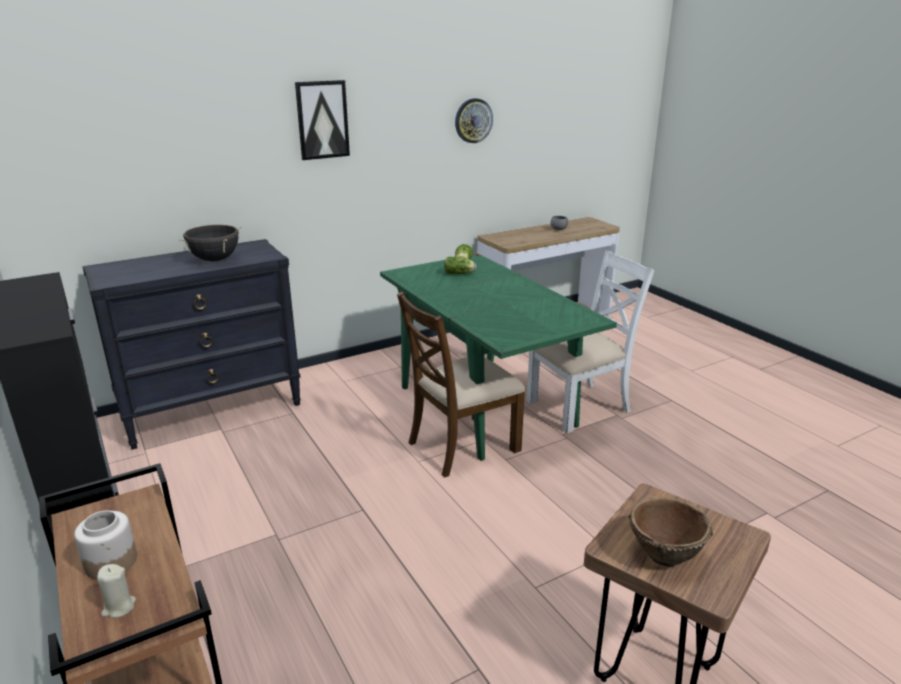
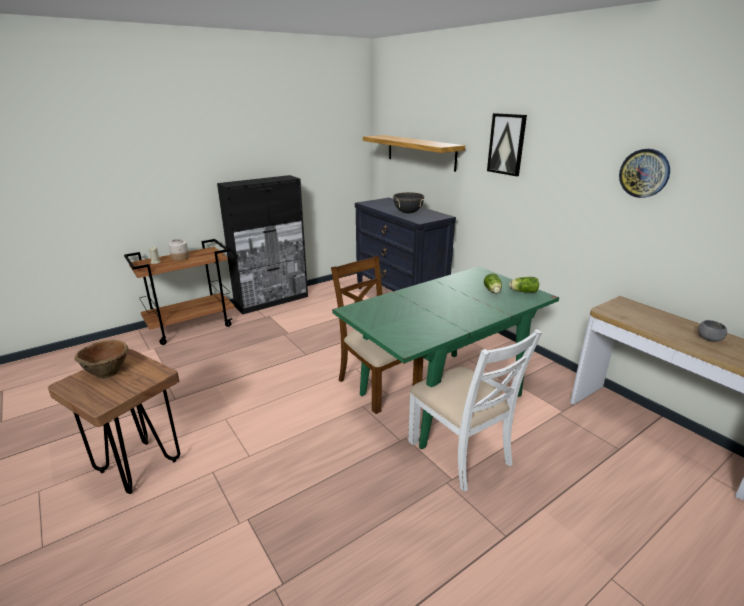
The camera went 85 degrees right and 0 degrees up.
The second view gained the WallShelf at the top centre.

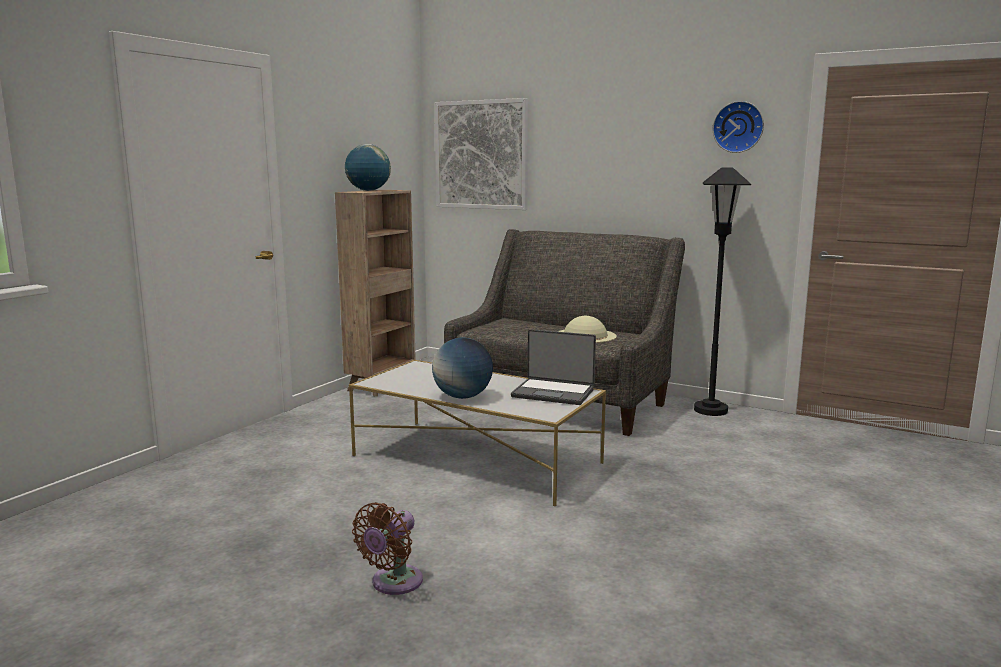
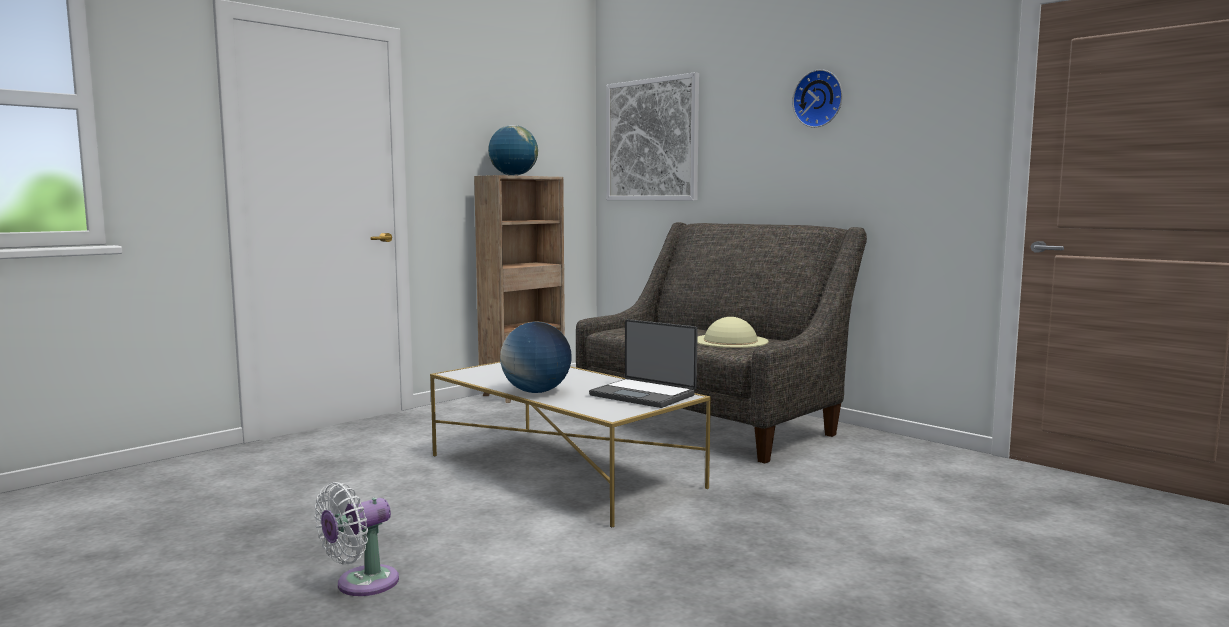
The camera went 15 degrees right and 5 degrees down.
The second view lost the BlackStandardLamp at the middle right.
The WallClock ended up elsewhere, having gone from the top right to the top centre.
What was the BrownElectricFan at the bottom centre turned into the WhiteColouredElectricFan at the bottom left.

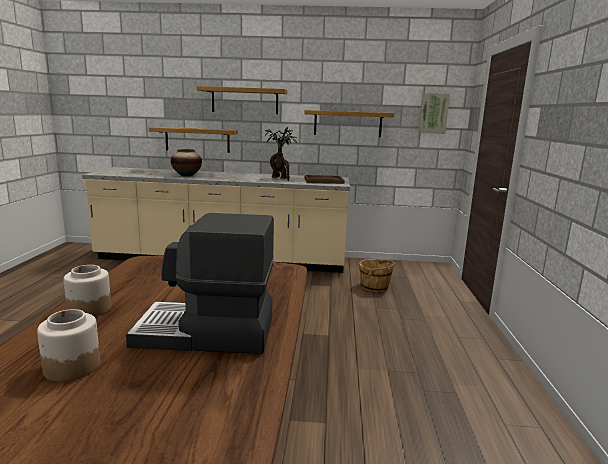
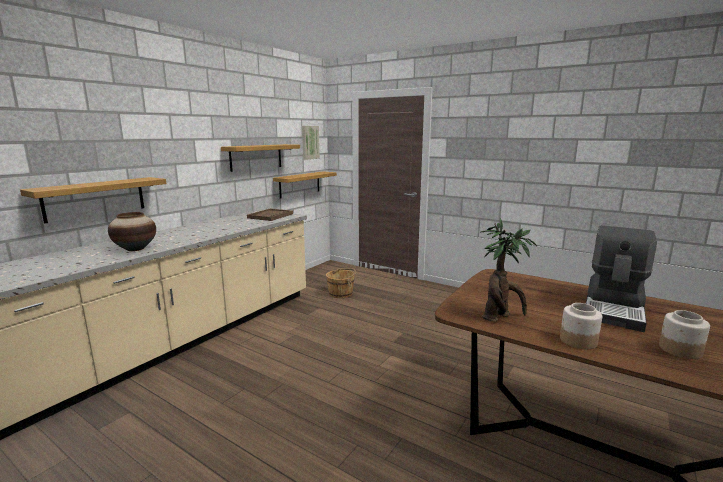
The camera went 60 degrees left and 0 degrees up.
The WallShelf (2nd from left in the first image) ended up elsewhere, having gone from the top centre to the centre.
The PlantInAPot ended up elsewhere, having gone from the top centre to the middle right.

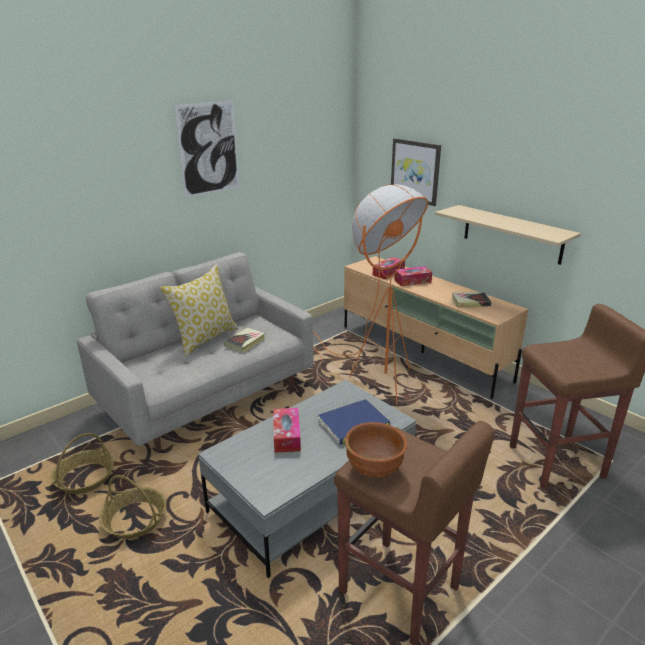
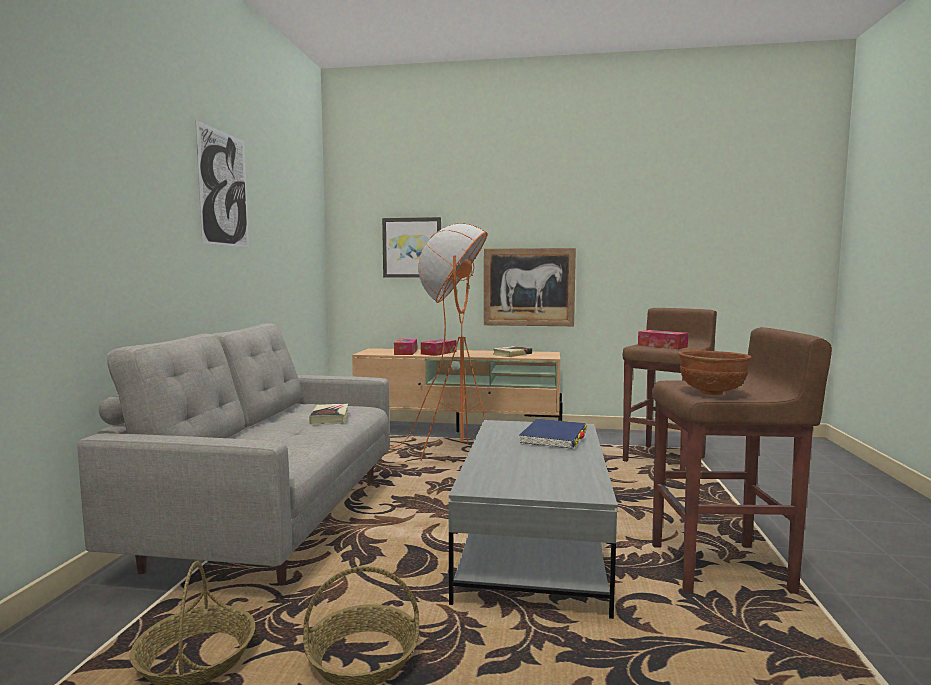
The camera went 40 degrees left and 20 degrees down.
The second view lost the ThrowPillow at the middle left.
The TissueHolder (1st from left in the first image) ended up elsewhere, having gone from the bottom centre to the middle right.
Where the BeigeWallShelf hung at the middle right, the WallArt (3rd from left) came to hang at the centre.

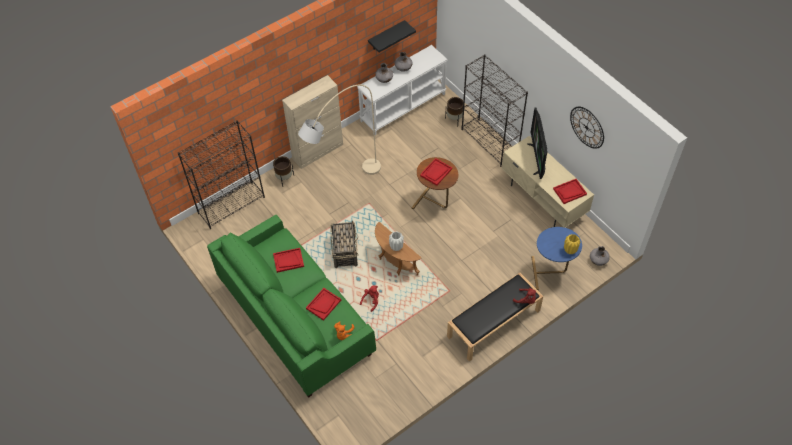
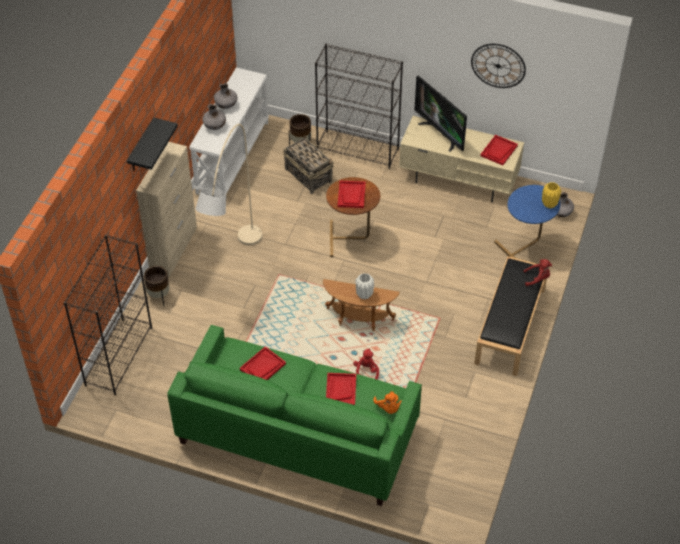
The camera went 35 degrees left and 5 degrees down.
The StorageBasket ended up elsewhere, having gone from the centre to the top centre.
The BlackWallShelf ended up elsewhere, having gone from the top centre to the top left.

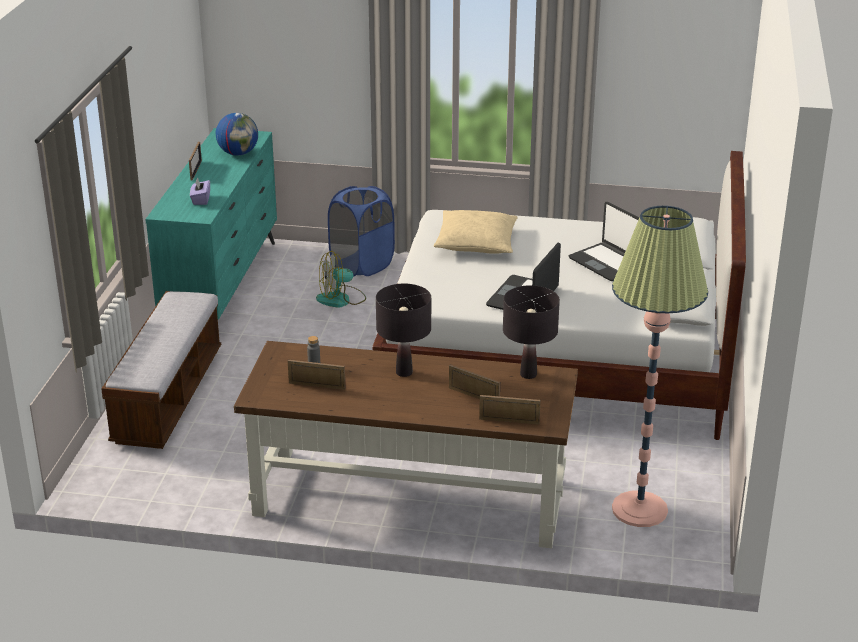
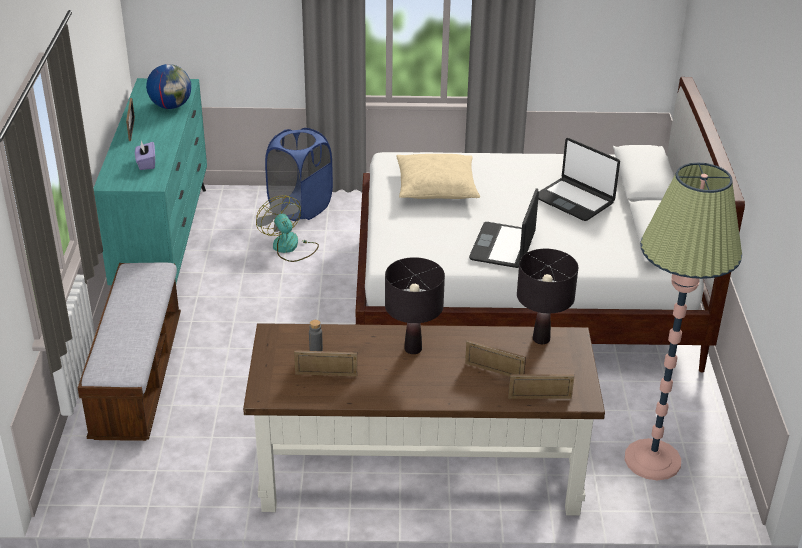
The camera went 10 degrees left and 5 degrees up.
The ElectricFan at the centre ended up facing another way, 90 degrees clockwise from before.

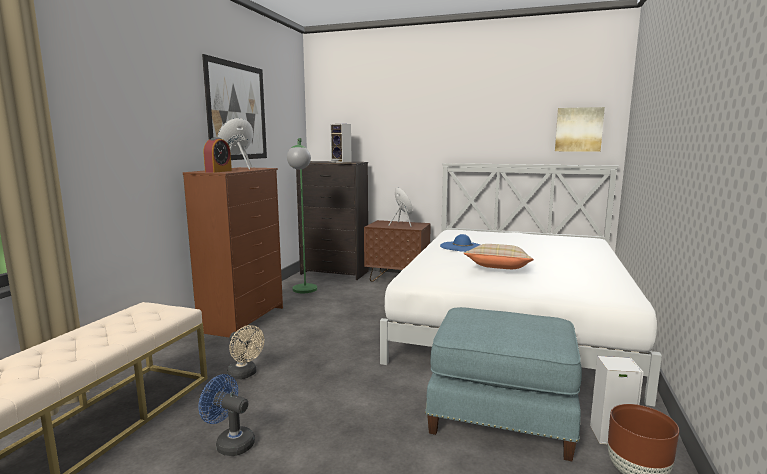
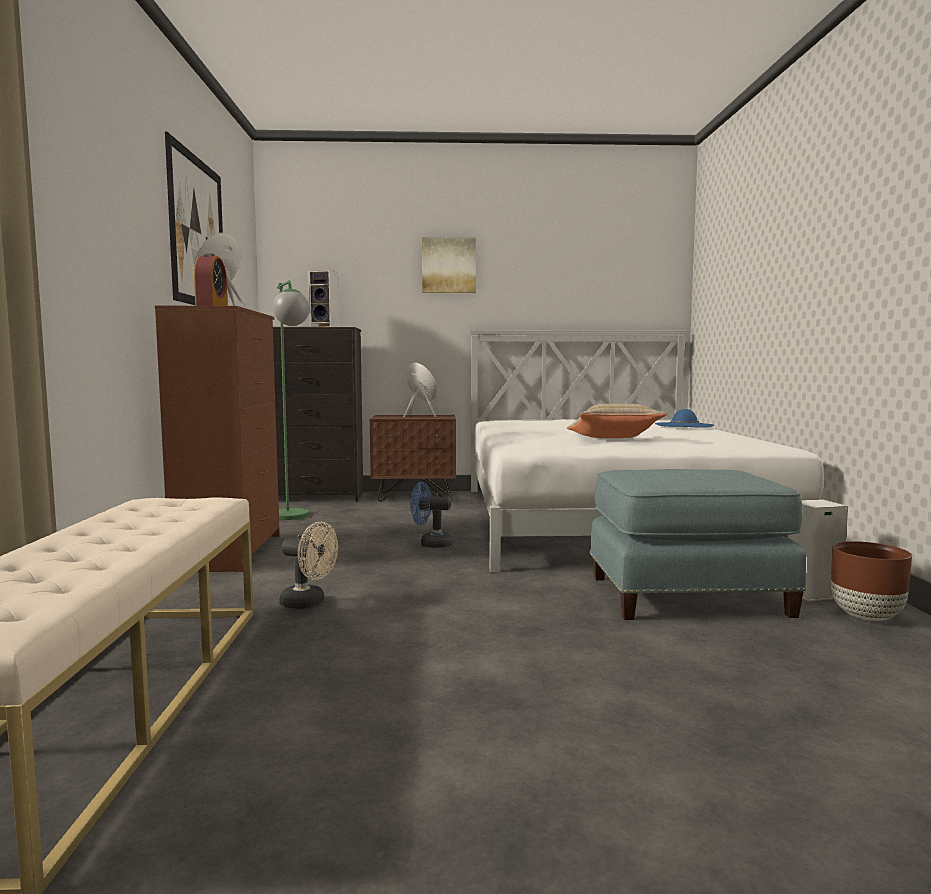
The camera went 20 degrees left and 5 degrees down.
The BlueElectricFan ended up elsewhere, having gone from the bottom left to the centre.
The BlueHat ended up elsewhere, having gone from the centre to the middle right.
The WallArt (2nd from left) ended up elsewhere, having gone from the top right to the top centre.

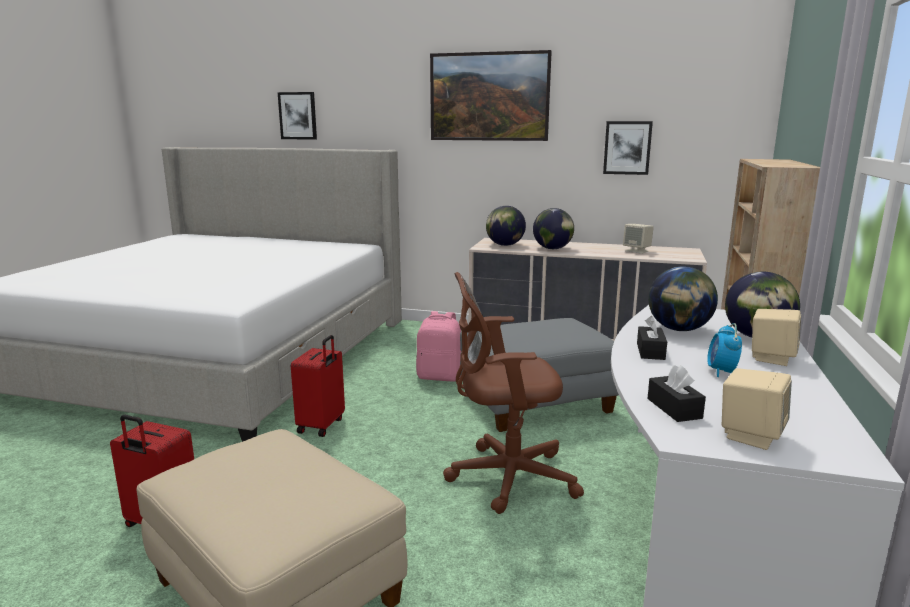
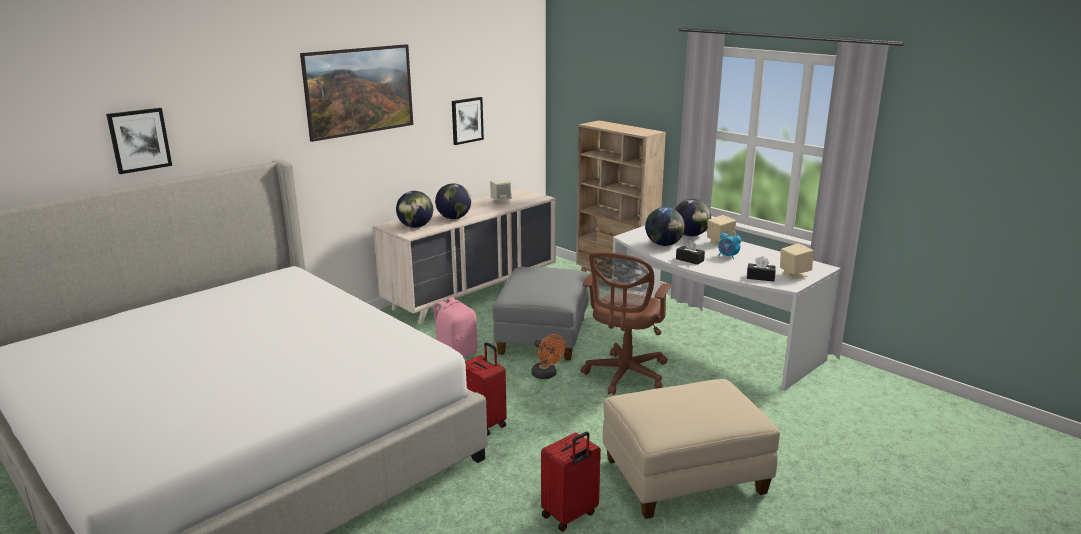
The camera went 60 degrees left and 5 degrees up.
The second view gained the OrangeColouredElectricFan at the bottom centre.

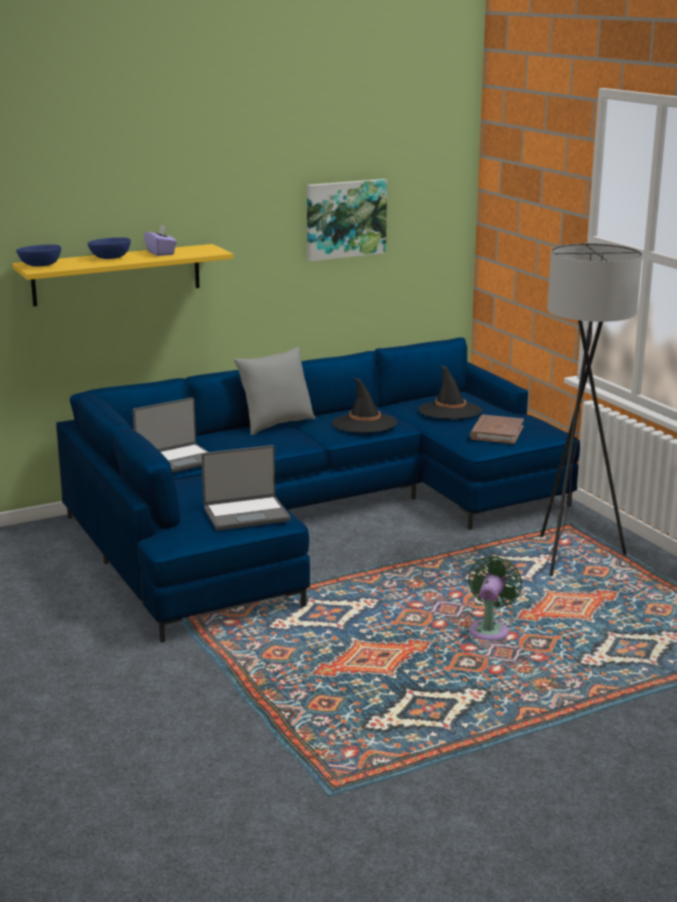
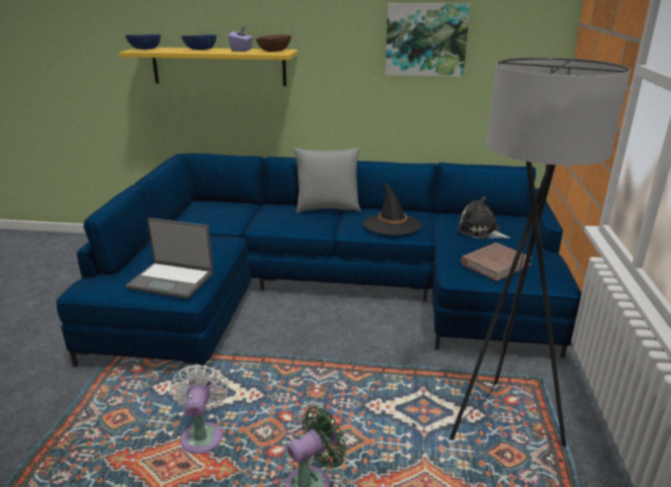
The camera went 35 degrees right and 5 degrees up.
The second view lost the NotebookComputer (1st from left) at the middle left.
The second view gained the WhiteColouredElectricFan at the bottom left.
The second view gained the BrownServingBowl at the top centre.
Where the BlackHat (2nd from left) stood at the centre, the CuddlyToy came to stand at the middle right.

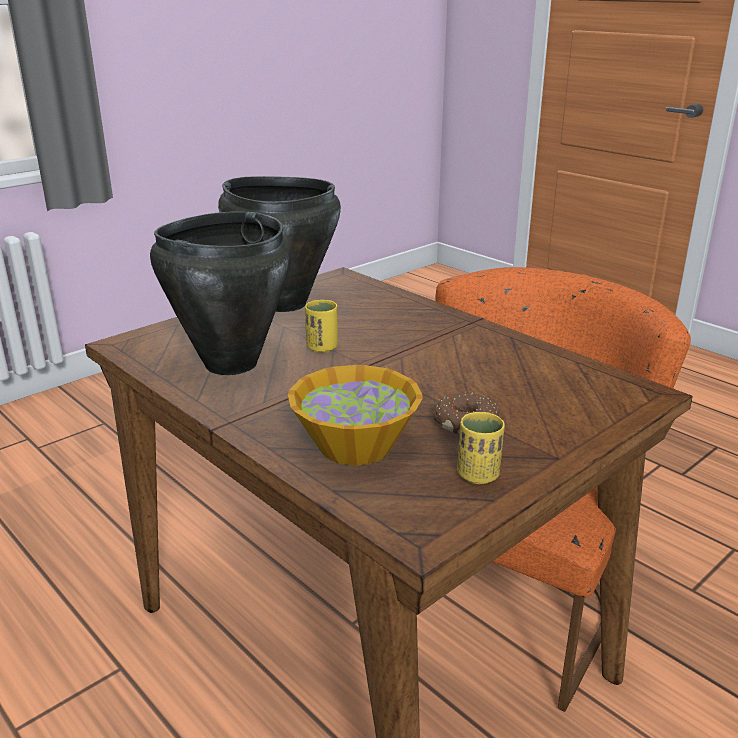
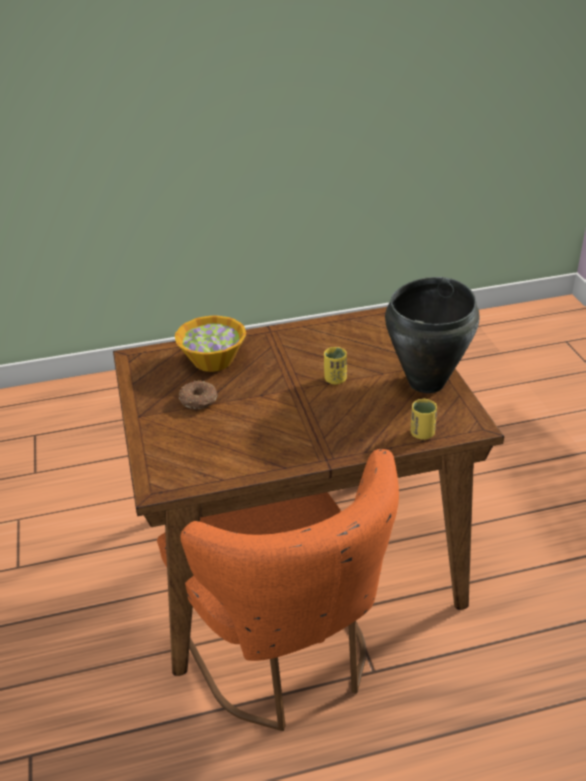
The camera went 120 degrees right and 10 degrees up.
The second view lost the BlackCookingPot (1st from left) at the middle left.
The YellowColouredSmallCup (2nd from left) ended up elsewhere, having gone from the centre to the middle right.

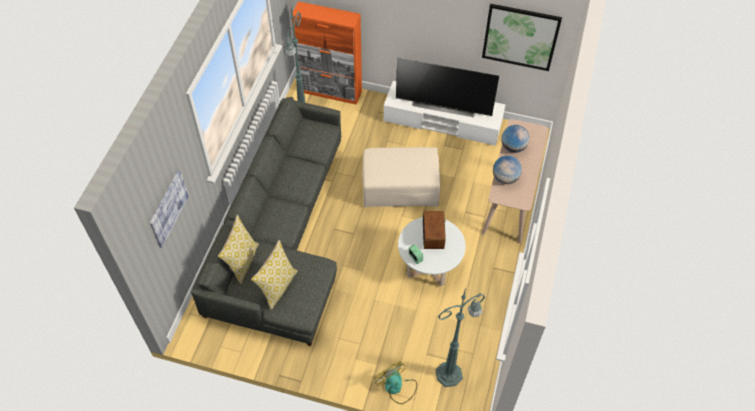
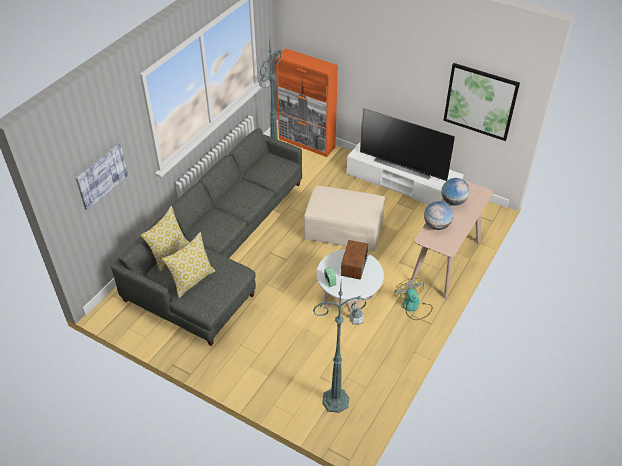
The camera went 15 degrees right and 10 degrees down.
The ElectricFan ended up elsewhere, having gone from the bottom centre to the centre.

